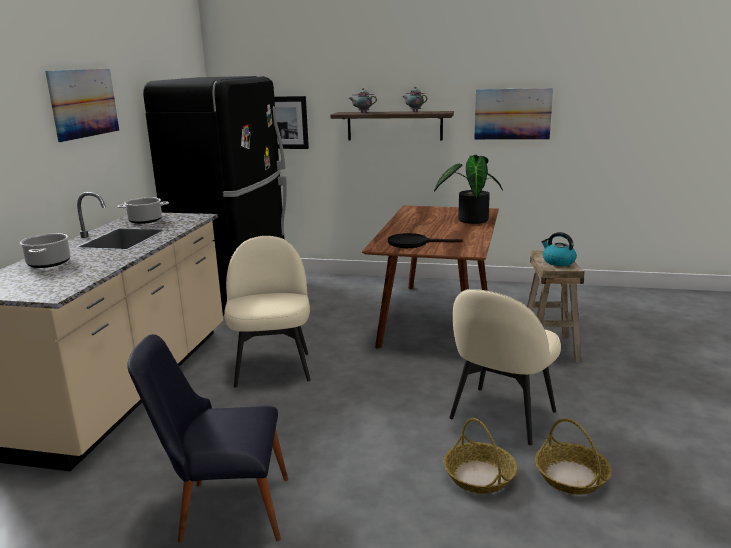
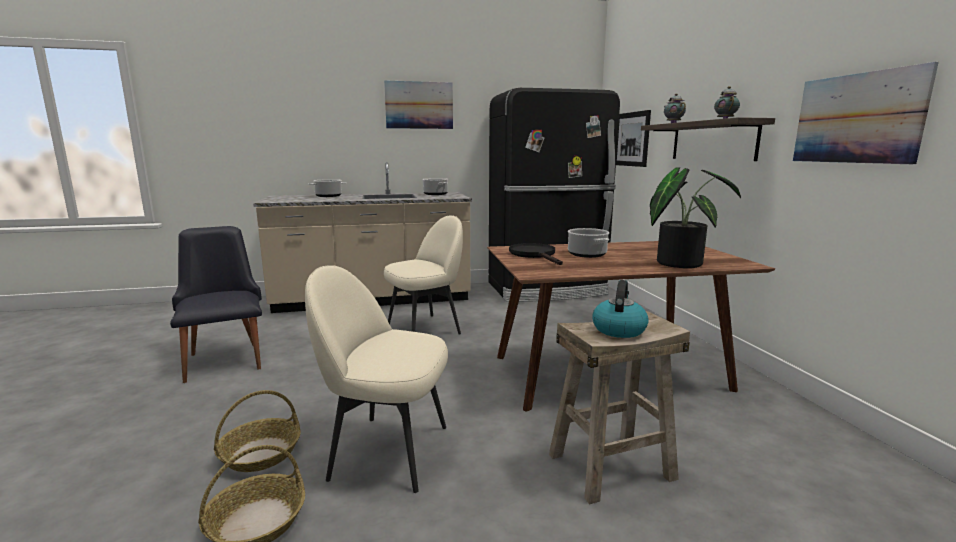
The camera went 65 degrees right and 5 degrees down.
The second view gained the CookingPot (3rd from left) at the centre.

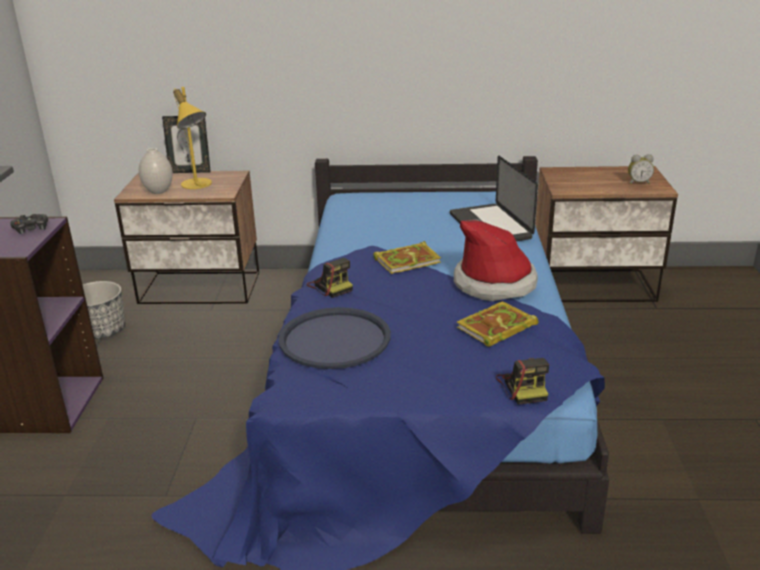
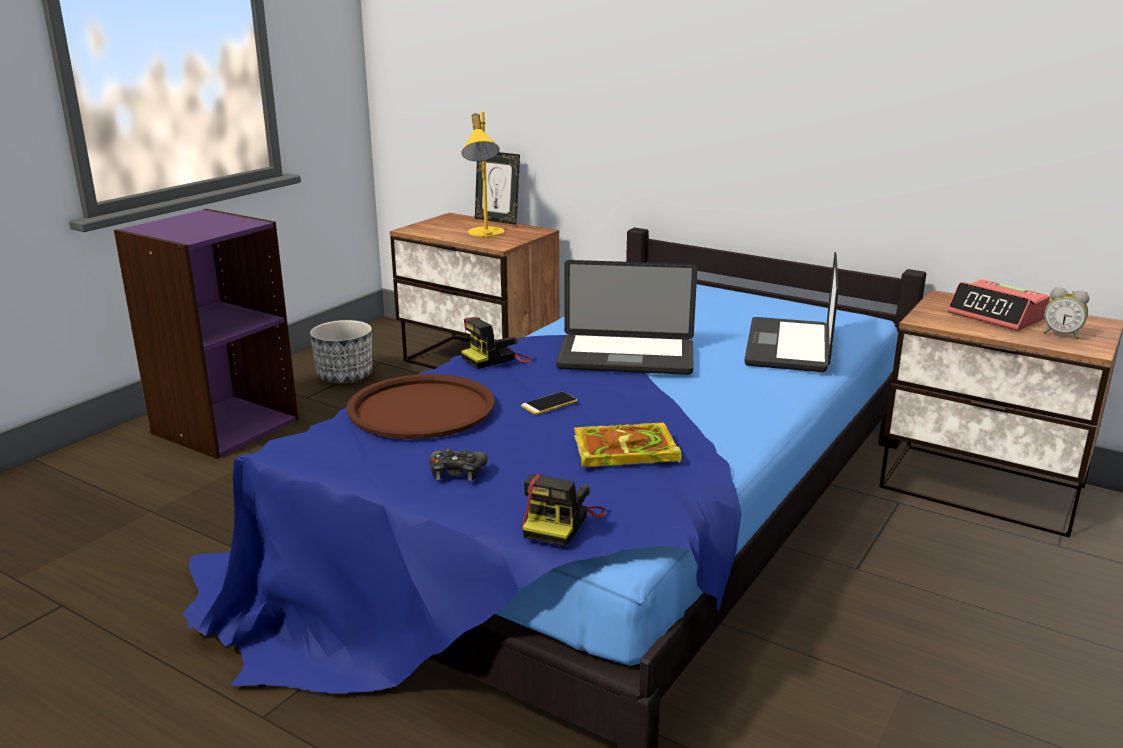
The camera went 30 degrees right and 5 degrees down.
The second view lost the WhiteColouredFlowerVase at the top left.
The second view lost the Hat at the centre.
The second view gained the Telephone at the centre.
The second view gained the BedsideClock (1st from left) at the middle right.
The BlackGameController ended up elsewhere, having gone from the middle left to the centre.
Where the Volume (1st from left) stood at the centre, the NotebookComputer (1st from left) came to stand at the centre.
What was the BlueServingTray at the centre turned into the BrownServingTray at the centre.
The StillCamera (1st from left) at the centre ended up facing another way, 60 degrees clockwise from before.

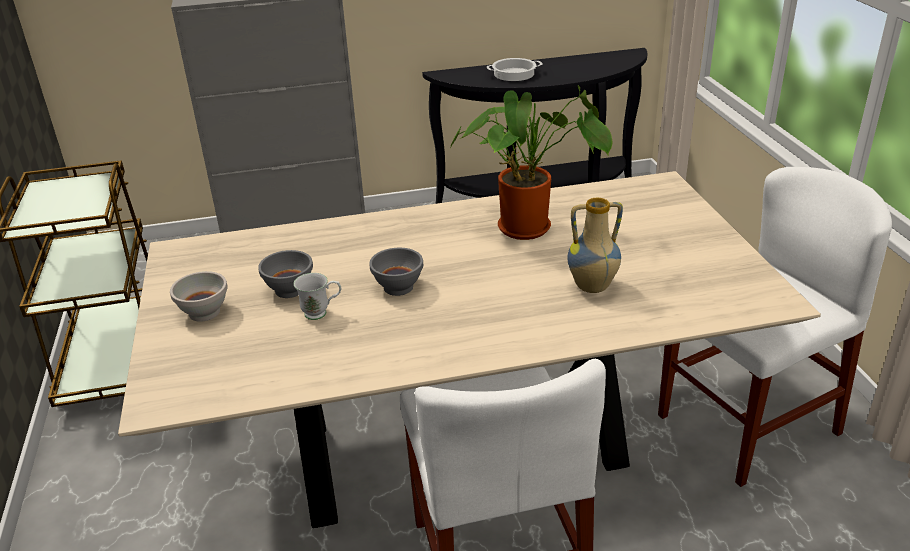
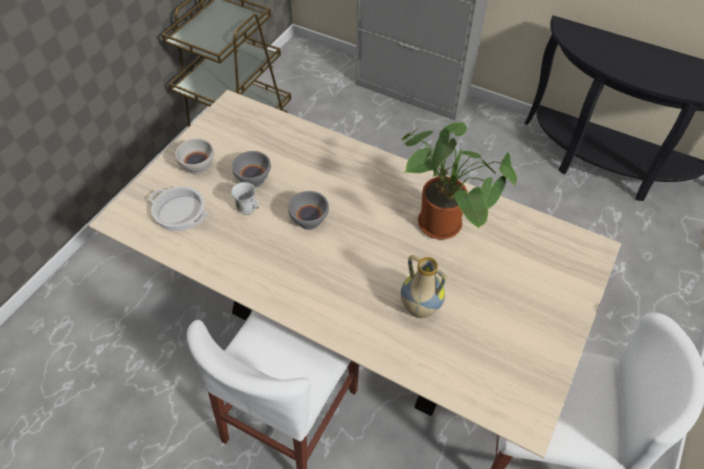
The camera went 40 degrees right and 20 degrees up.
The CookingPot ended up elsewhere, having gone from the top centre to the middle left.

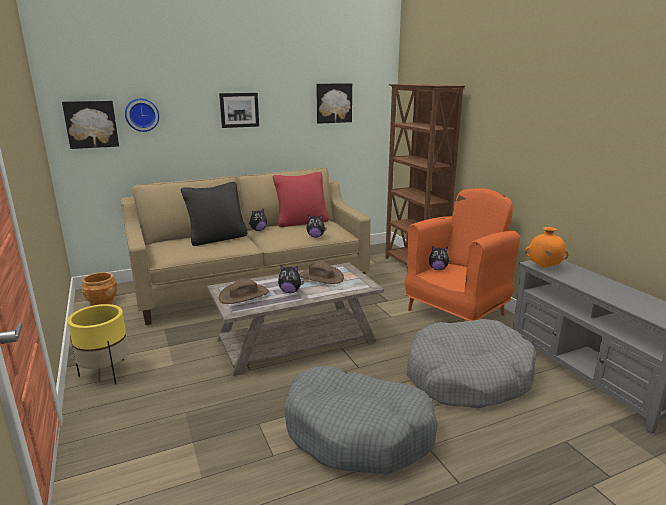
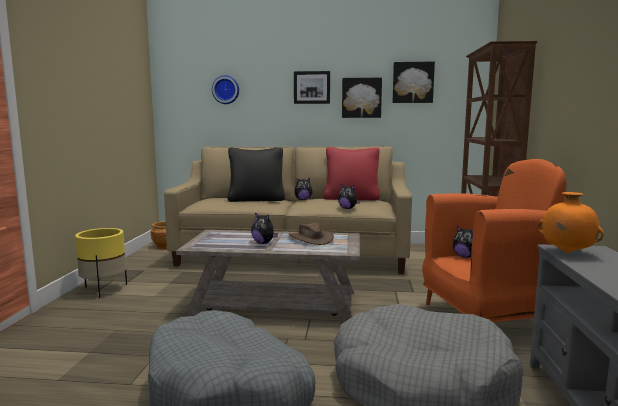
The camera went 30 degrees right and 10 degrees down.
The second view lost the BrownHat (1st from left) at the centre.
The WallArt (1st from left in the first image) ended up elsewhere, having gone from the top left to the top centre.

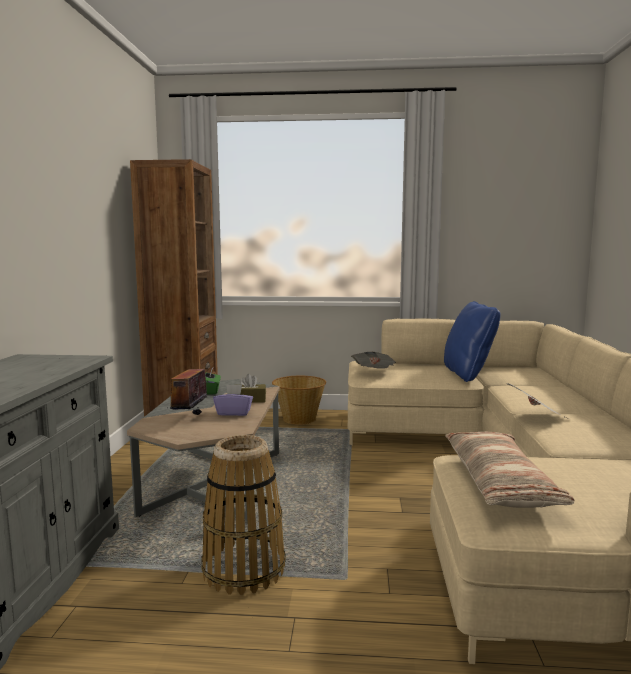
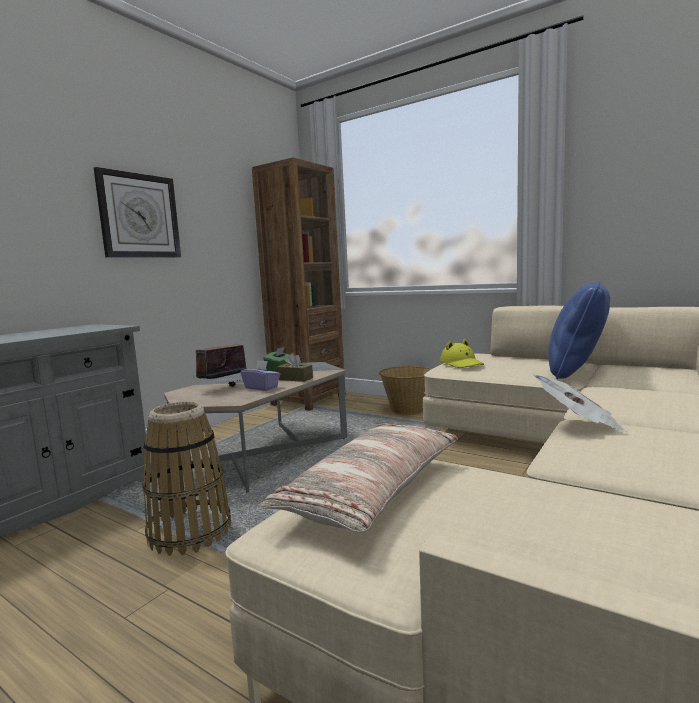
The camera went 30 degrees right and 0 degrees up.
The second view gained the WallClock at the top left.
Where the Newspaper (1st from left) stood at the centre, the YellowColouredHat came to stand at the centre.

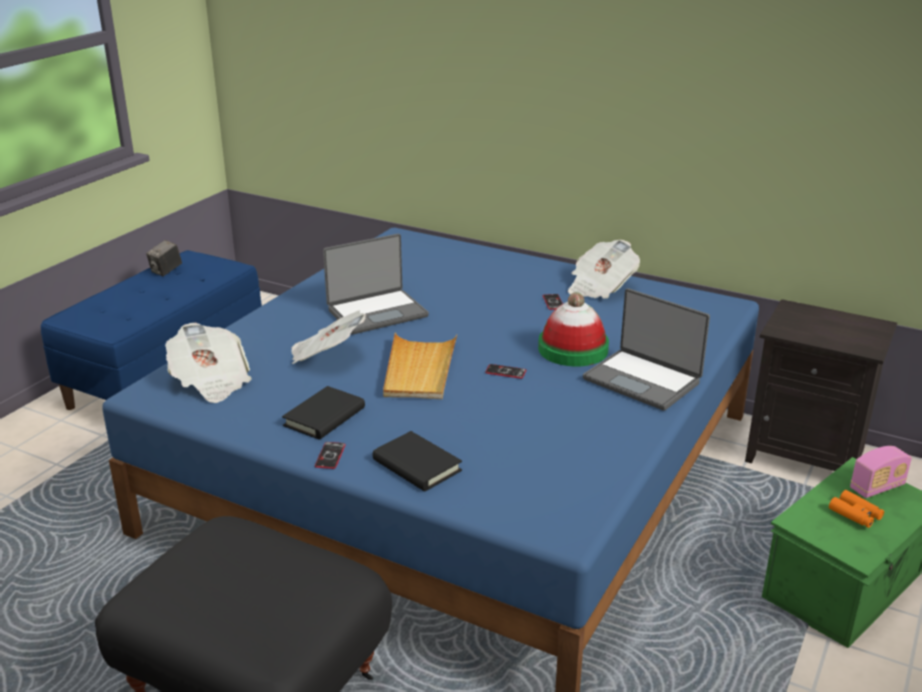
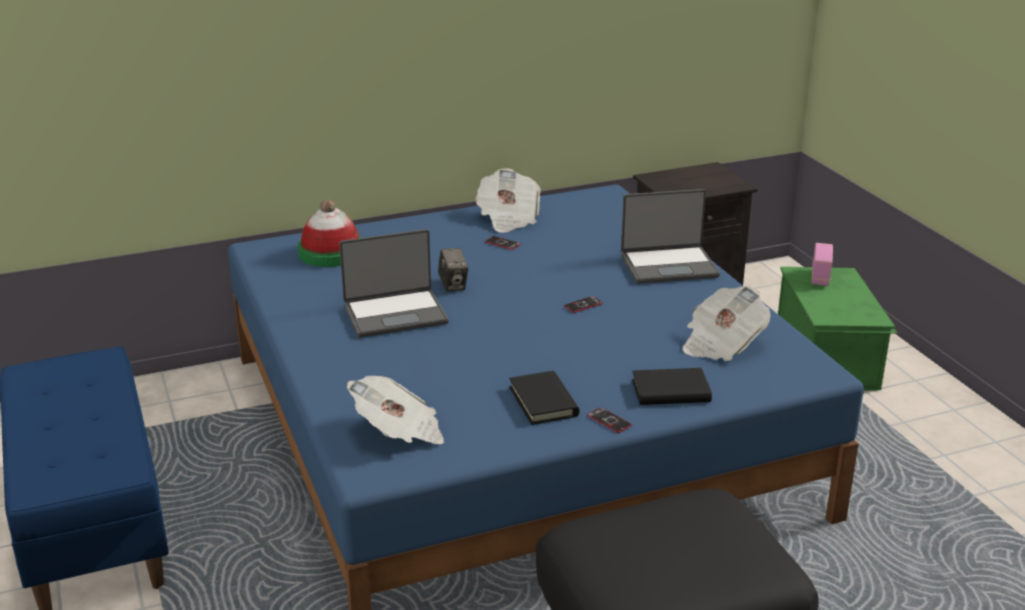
The camera went 50 degrees left and 0 degrees up.
The second view lost the BeigeServingTray at the centre.
The second view lost the OrangeColouredFieldGlasses at the bottom right.
The StillCamera ended up elsewhere, having gone from the middle left to the centre.
The Newspaper (2nd from left in the first image) ended up elsewhere, having gone from the centre to the middle right.
The Hat ended up elsewhere, having gone from the centre to the middle left.
The NotebookComputer (1st from left) at the centre ended up facing another way, 60 degrees clockwise from before.

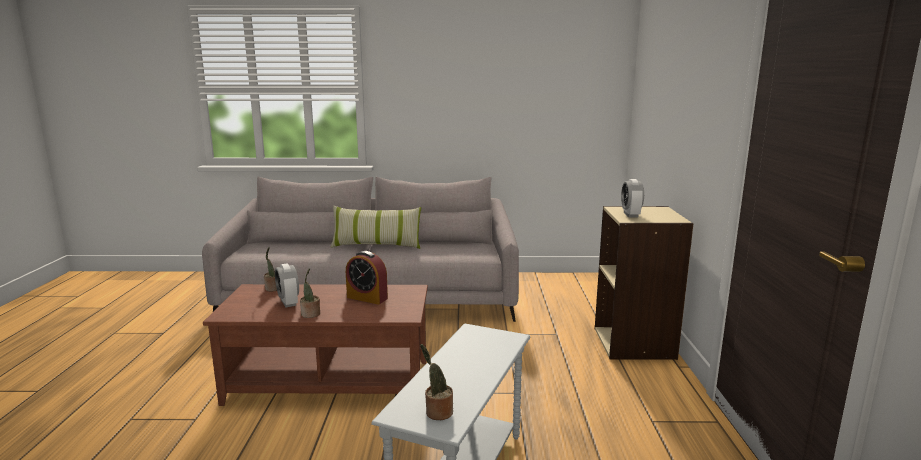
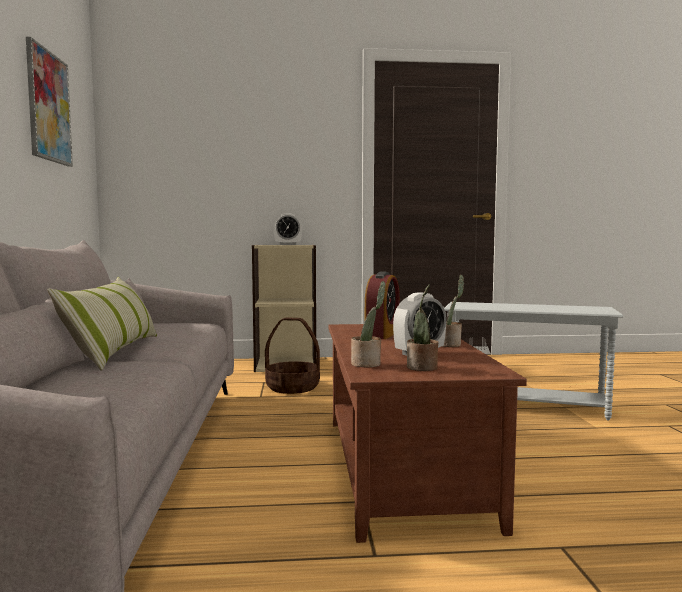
The camera went 95 degrees left and 10 degrees down.
The second view gained the WallArt at the top left.
The second view gained the StorageBasket at the centre.
The PlantInAPot (3rd from left in the first image) ended up elsewhere, having gone from the bottom centre to the centre.

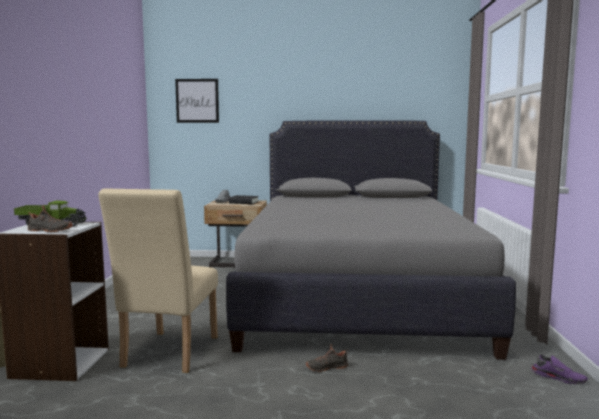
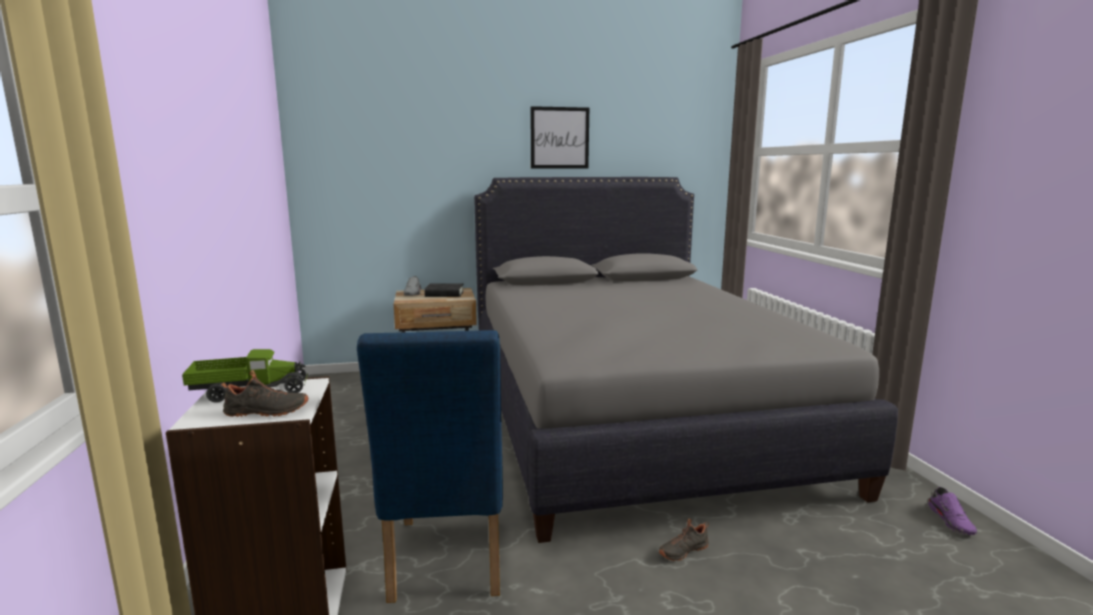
The camera went 15 degrees left and 5 degrees up.
The WallArt ended up elsewhere, having gone from the top left to the top centre.
What was the BeigePlainChair at the bottom left turned into the BluePlainChair at the bottom centre.
The PurpleColouredItemOfFootwear at the bottom right ended up facing another way, 75 degrees clockwise from before.

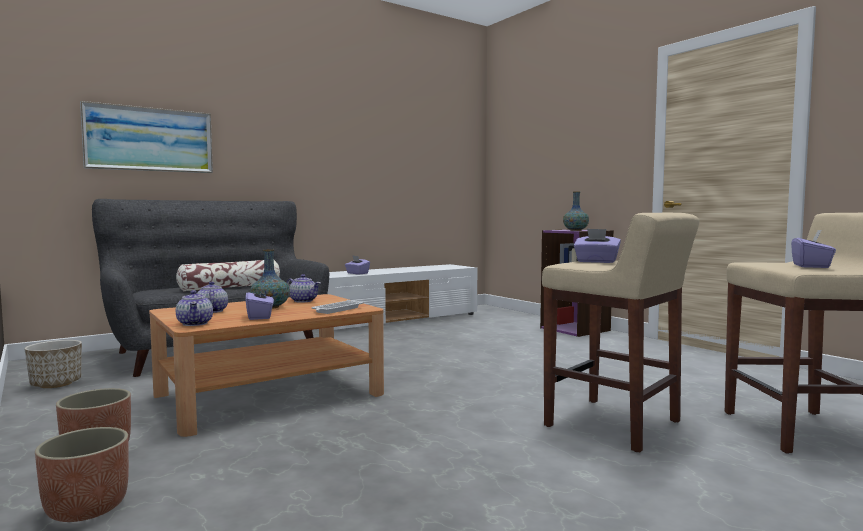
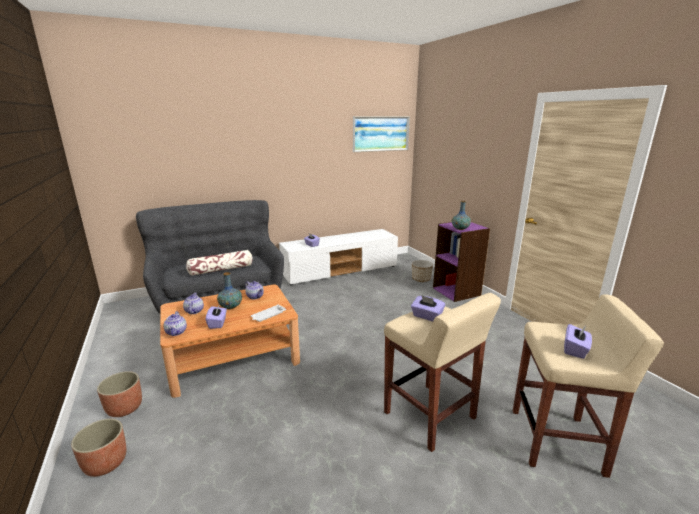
The camera went 10 degrees right and 15 degrees up.
The FlowerPot (1st from left in the first image) ended up elsewhere, having gone from the bottom left to the centre.
The WallArt ended up elsewhere, having gone from the top left to the top centre.

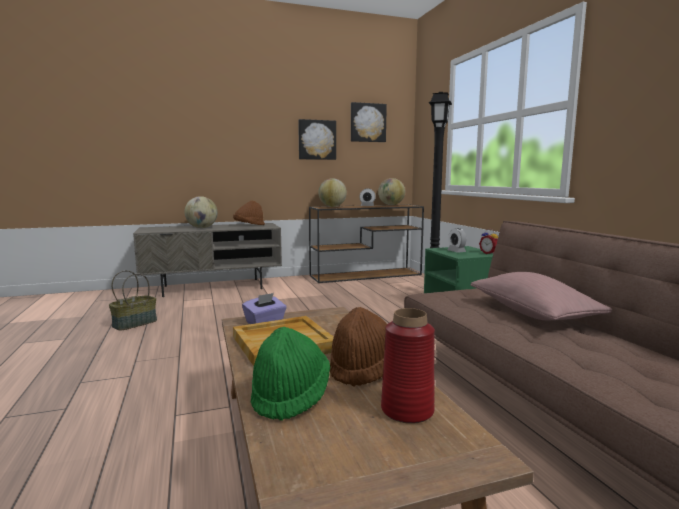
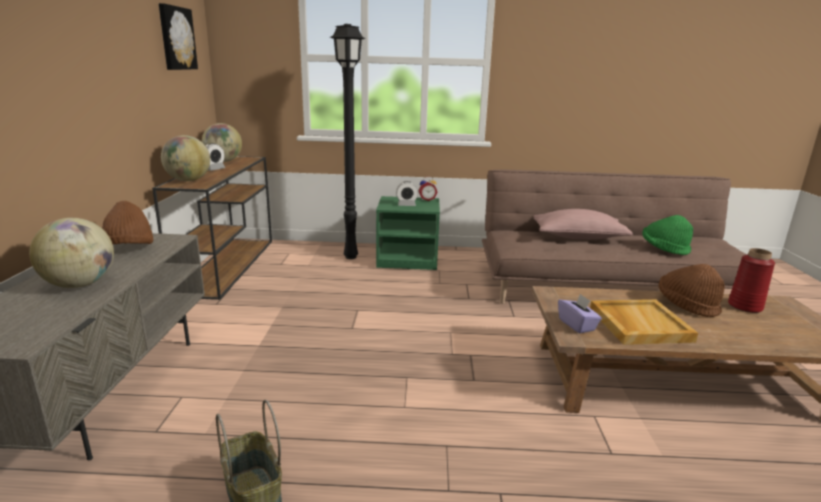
The camera went 70 degrees left and 10 degrees up.
The second view lost the WallArt (1st from left) at the top centre.
The GreenishHat ended up elsewhere, having gone from the bottom centre to the middle right.

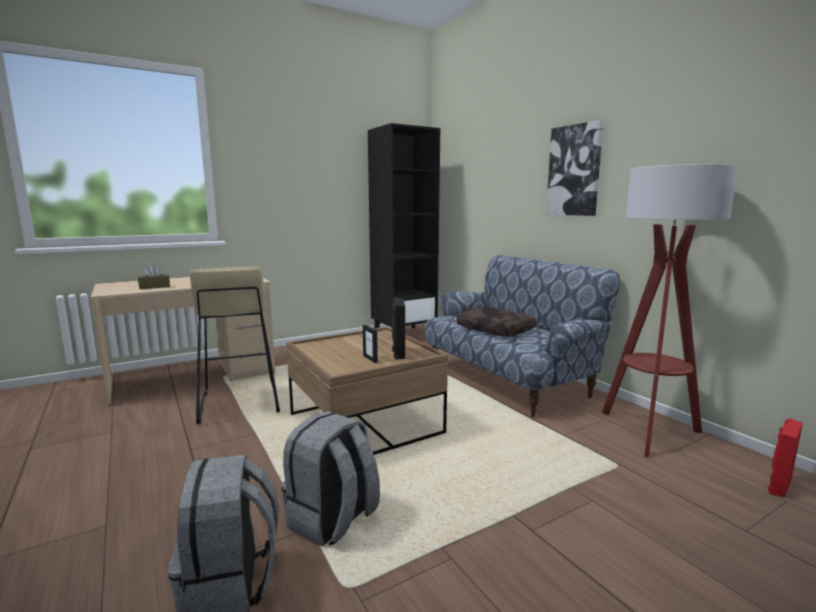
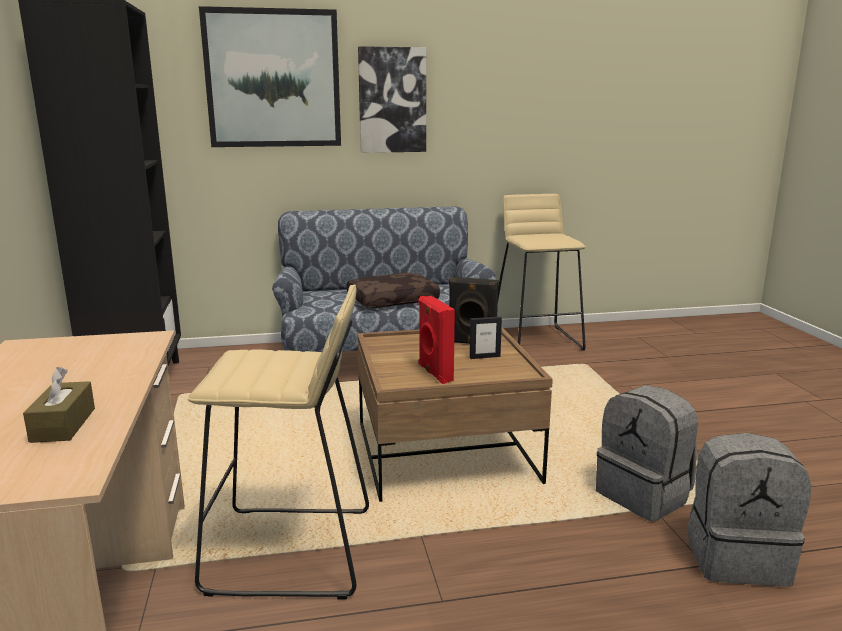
The camera went 70 degrees left and 5 degrees up.
The second view gained the WallArt (1st from left) at the top left.
The RedColouredLoudspeaker ended up elsewhere, having gone from the bottom right to the centre.
Where the StandardLamp stood at the middle right, the BeigeStoolSeat (2nd from left) came to stand at the centre.

